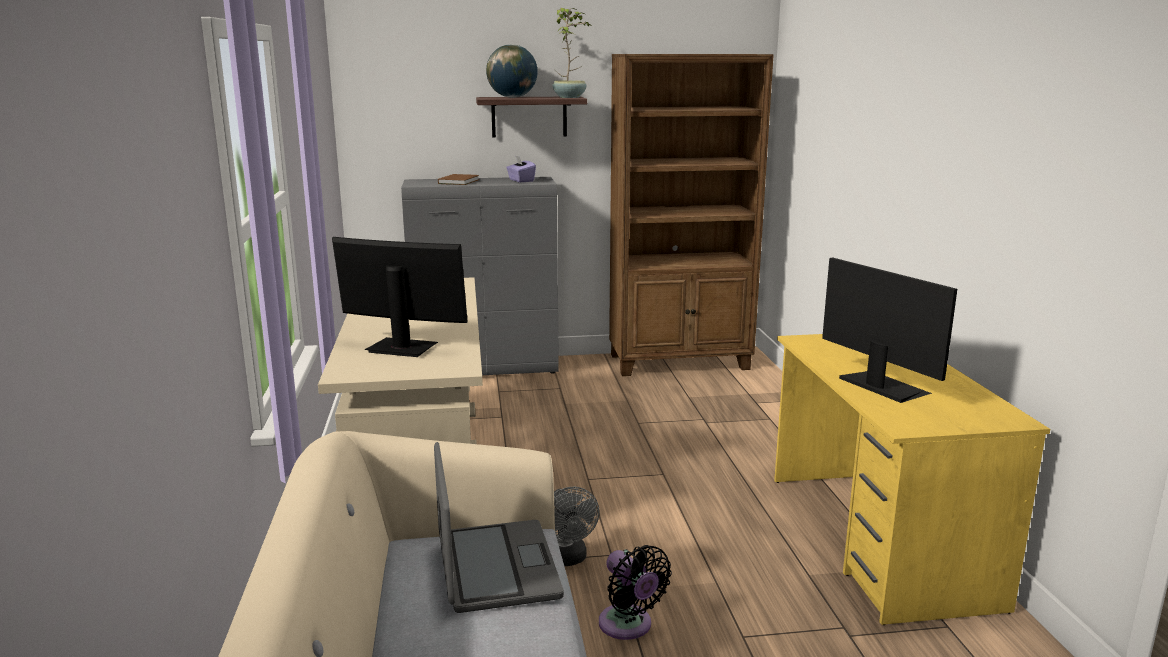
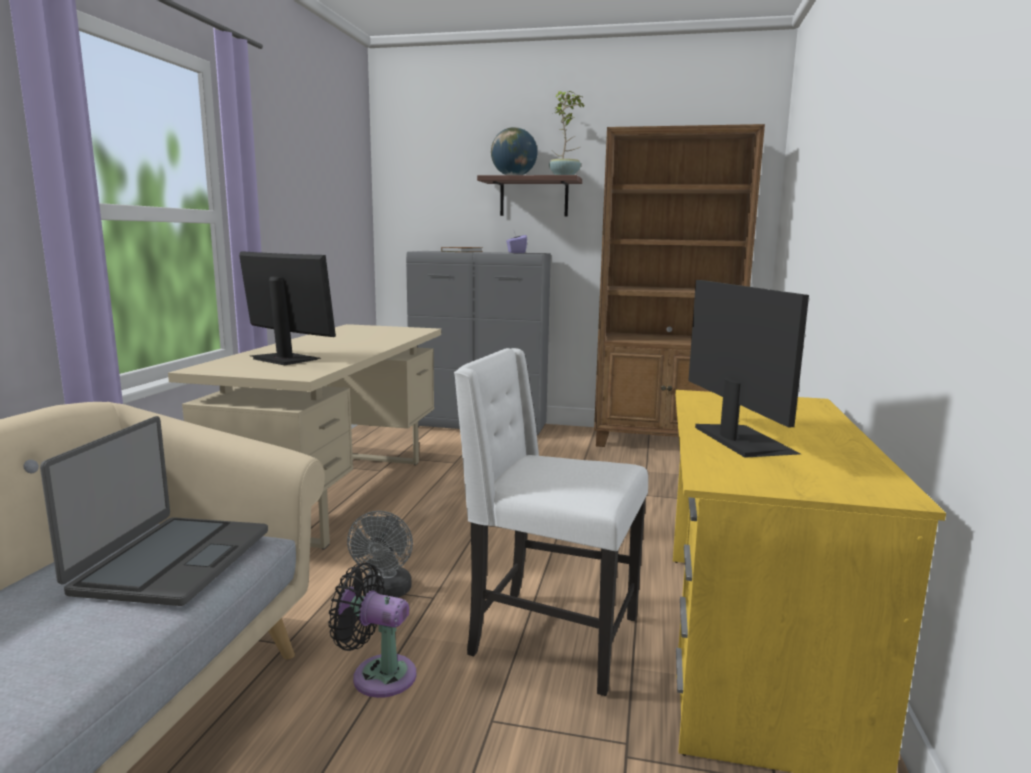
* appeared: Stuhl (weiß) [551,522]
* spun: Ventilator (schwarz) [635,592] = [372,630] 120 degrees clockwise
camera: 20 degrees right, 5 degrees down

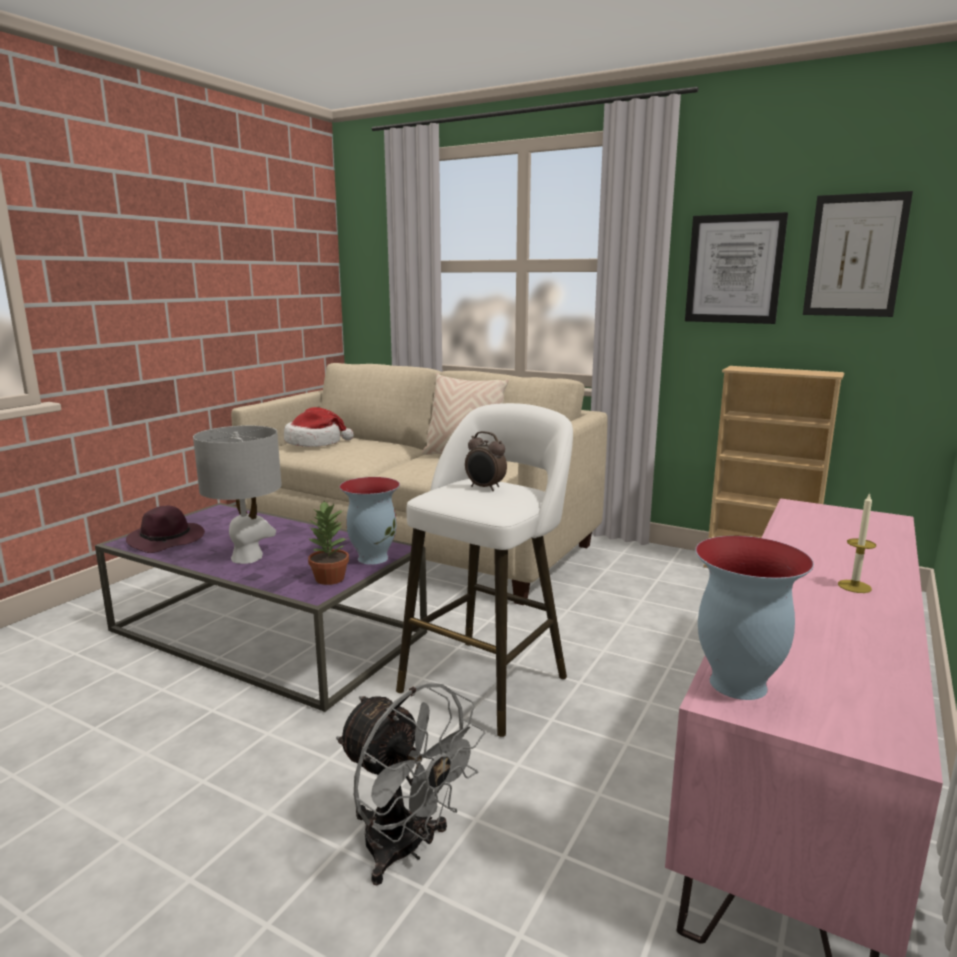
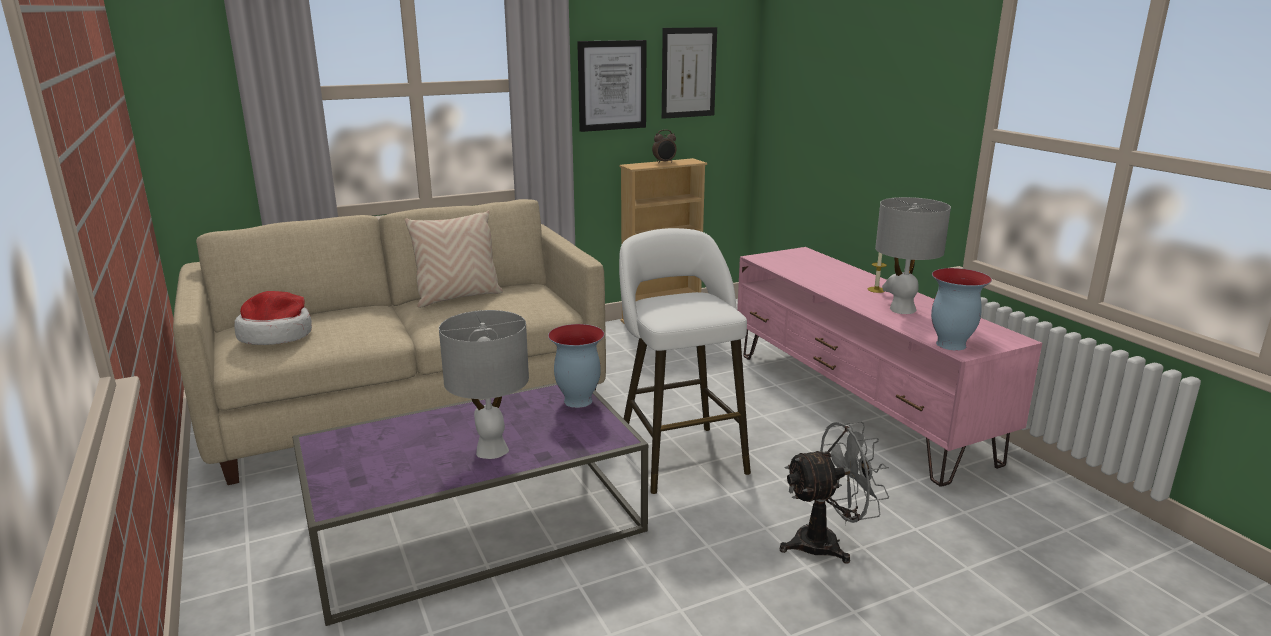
* missing: Hut (lila) [165,529]
* missing: Topfpflanze [328,543]
* appeared: Tischlampe (grau) [913,255]
* relocated: Wecker [486,461] to [664,146]
camera: 55 degrees left, 5 degrees up

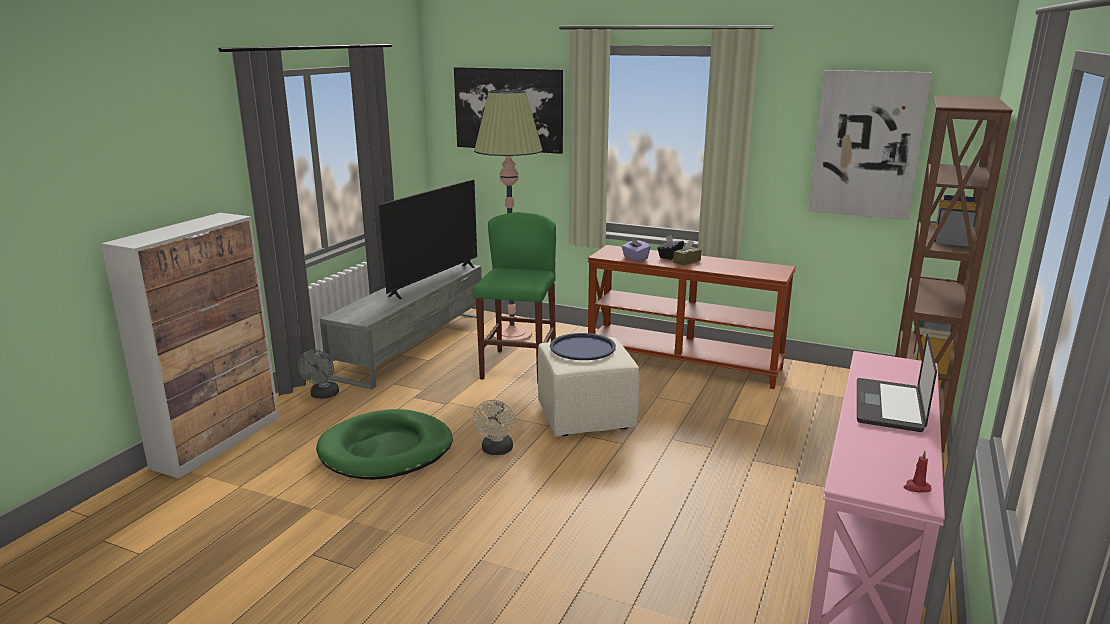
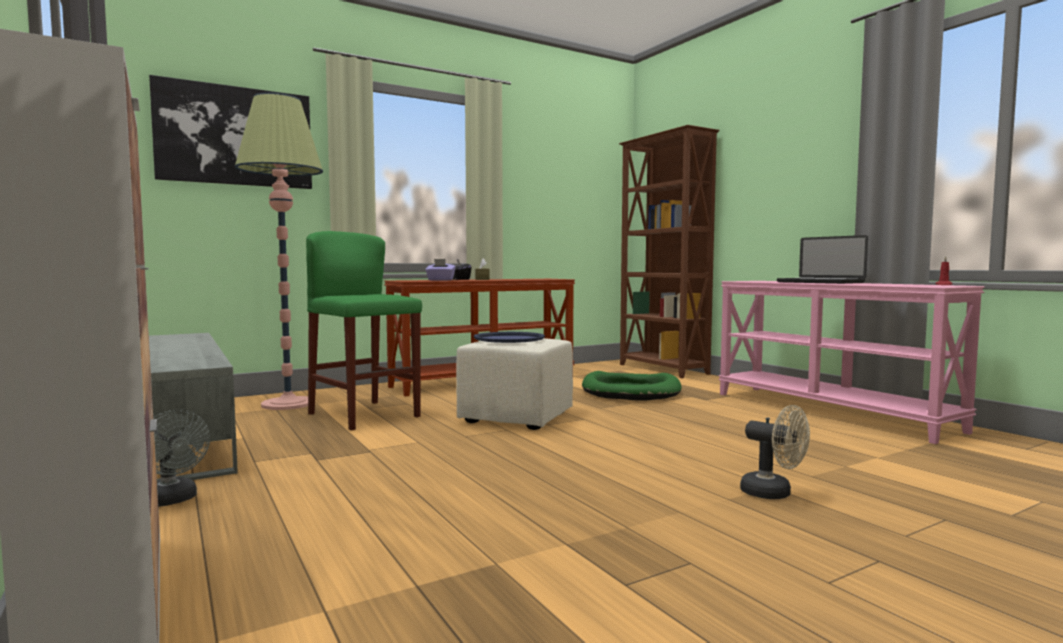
* missing: Fernseher [428,239]
* missing: Bild [870,145]
* relocated: Hundebett (grün) [384,444] to [632,386]
* relocated: Ventilator (beige) [494,427] to [775,452]
camera: 55 degrees left, 15 degrees down

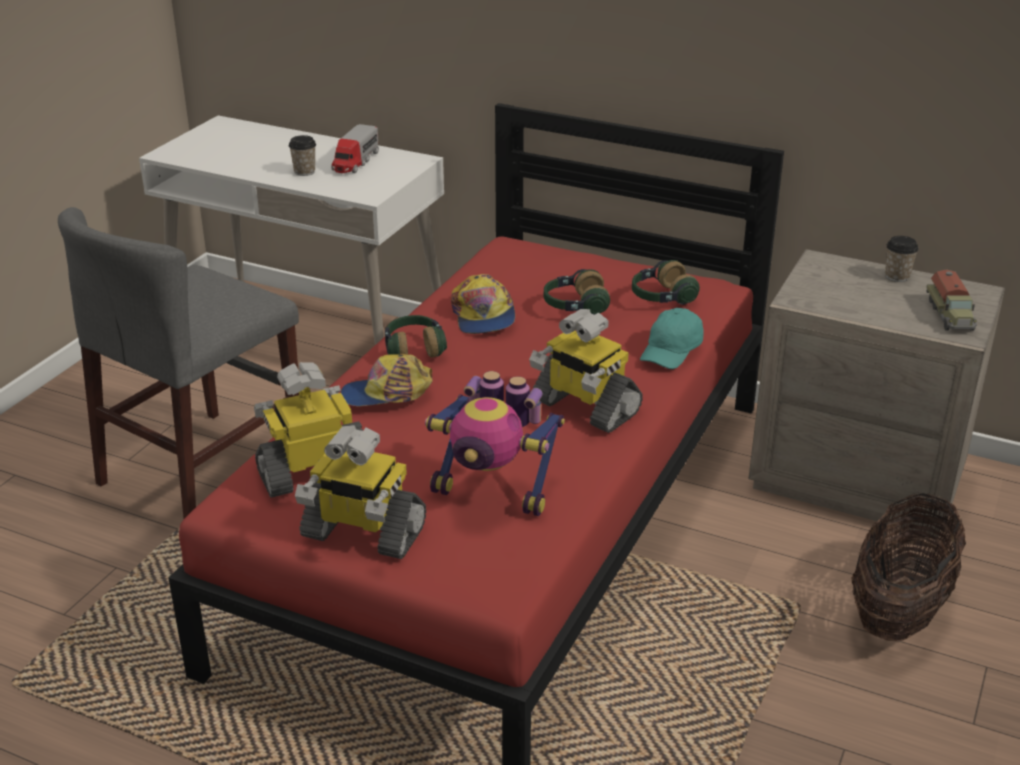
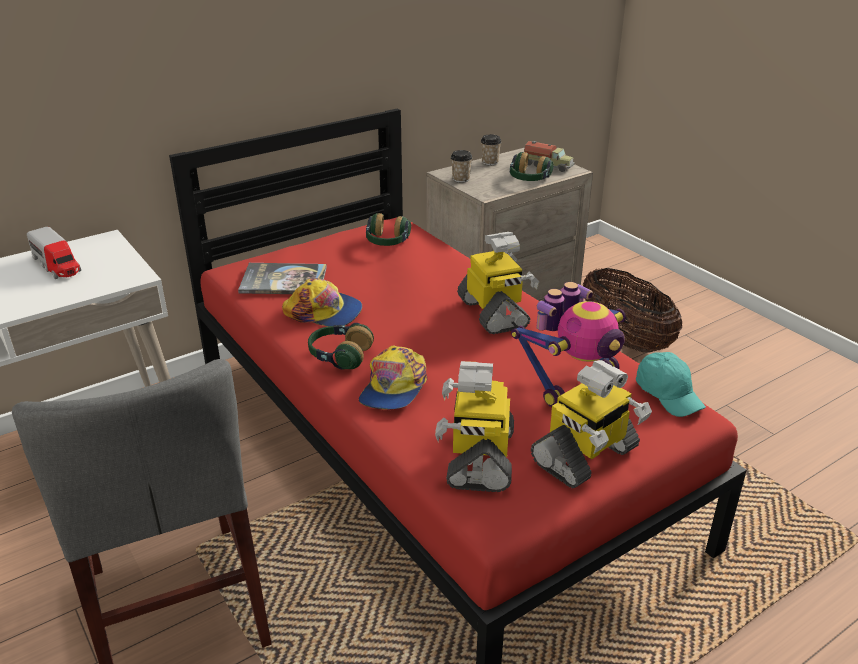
* appeared: Buch [282,278]
* relocated: Tasse [302,155] to [462,166]
* relocated: Kopfhörer [577,292] to [532,166]
* relocated: Kappe (türkis) [672,338] to [671,384]
* spun: Spielzeugroboter [586,371] = [498,283] 90 degrees counterclockwise
camera: 60 degrees left, 0 degrees up

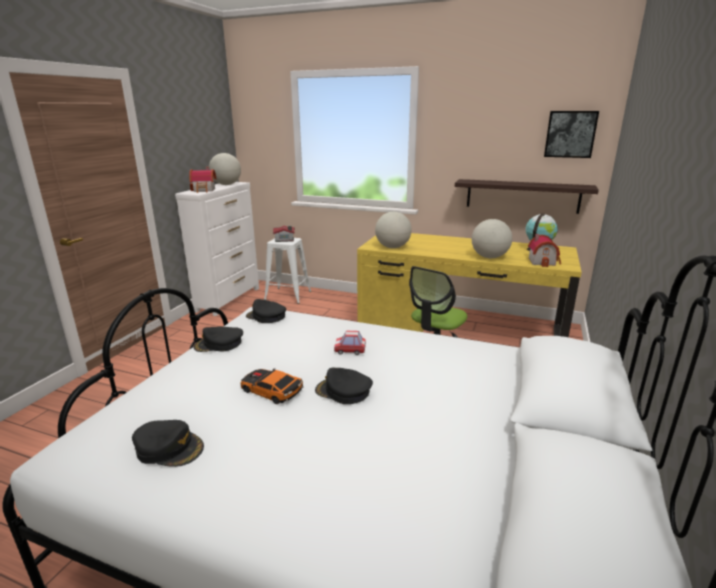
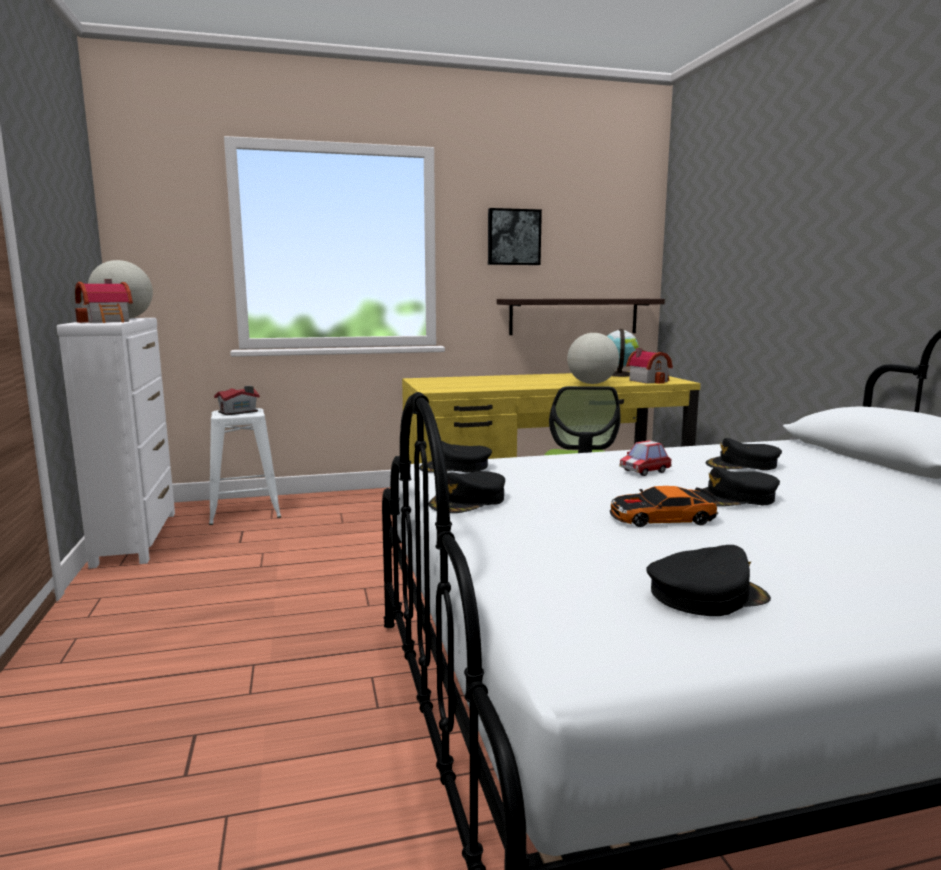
* missing: Globus [393,230]
* appeared: Kappe (schwarz) [744,454]
* relocated: Bild [571,134] to [515,236]
camera: 35 degrees left, 10 degrees down

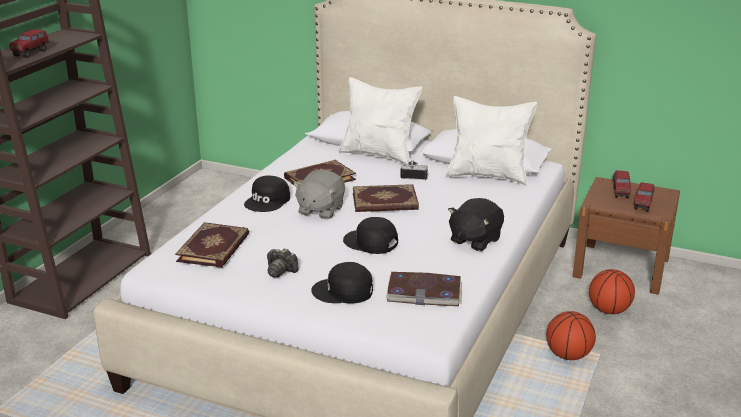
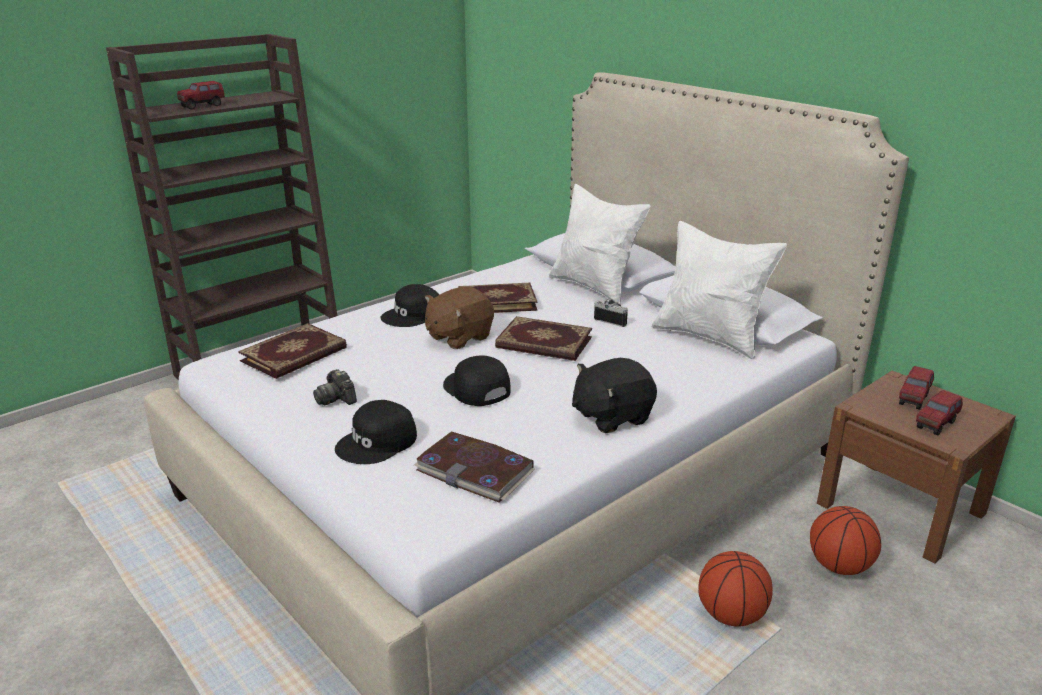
* colour: Plüschtier (grau) [319,194] to Plüschtier (braun) [459,317]
* spun: Kappe (schwarz) [342,283] = [376,432] 75 degrees counterclockwise
camera: 25 degrees right, 0 degrees up

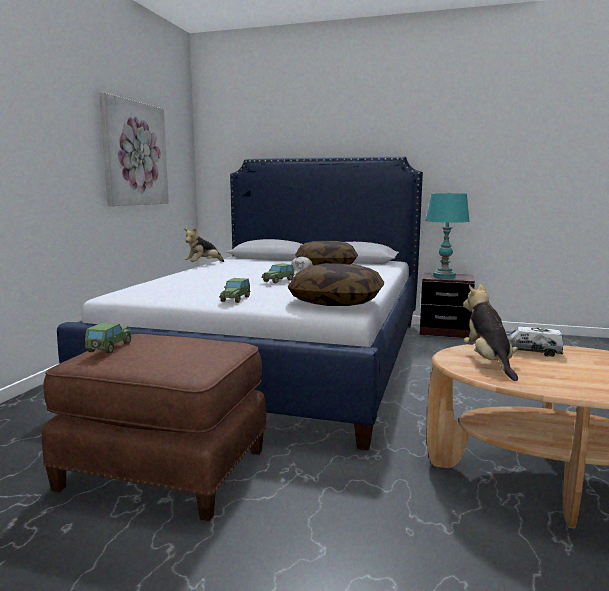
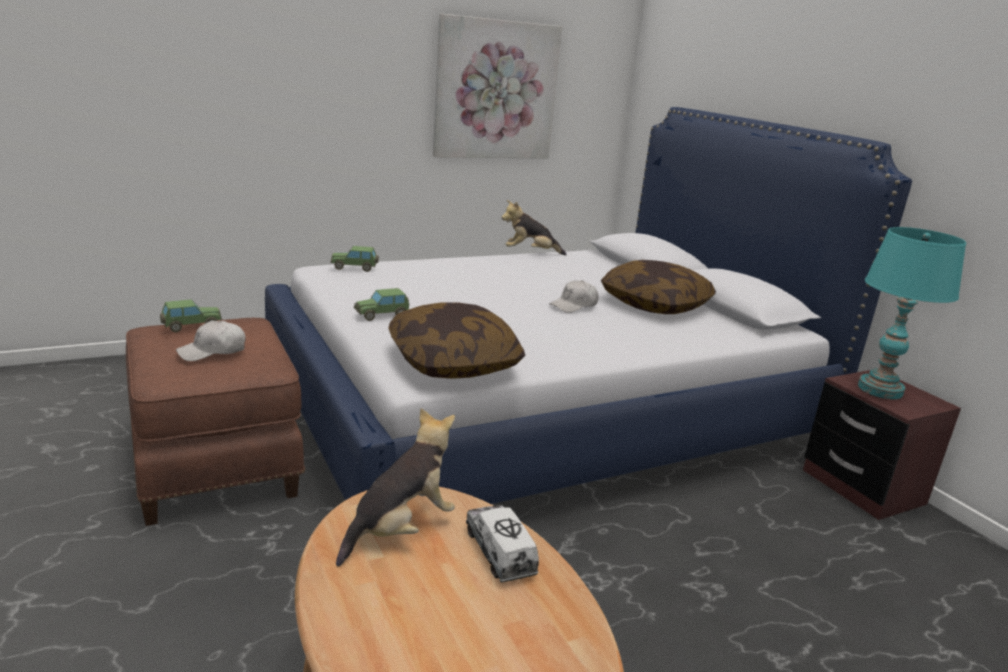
* appeared: Kappe (weiß) [210,341]
* relocated: Spielzeugauto [278,273] to [354,259]
camera: 45 degrees right, 10 degrees up

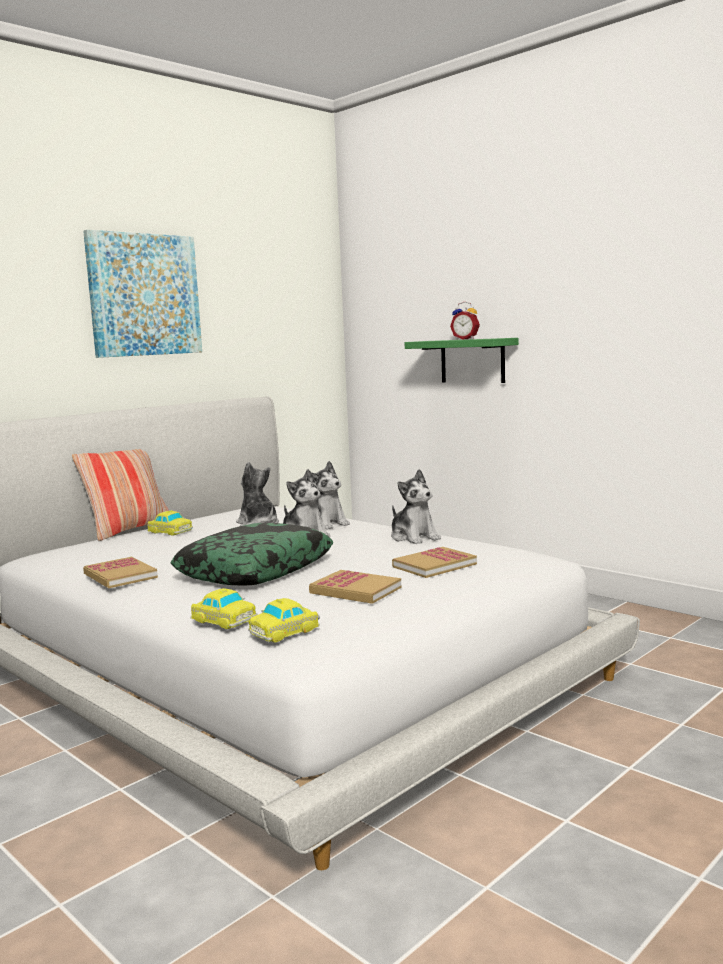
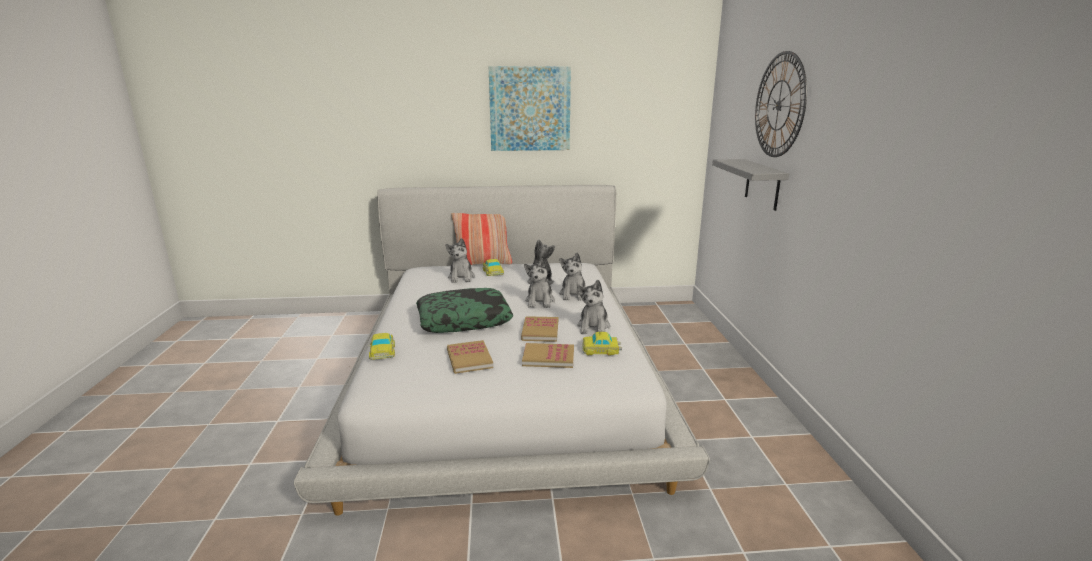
* missing: Wecker [465,320]
* appeared: Plüschtier [460,260]
* appeared: Wanduhr [781,104]
* relocated: Buch [120,572] to [539,329]
* relocated: Spielzeugauto [284,620] to [602,344]
* colour: Wandregal (grün) [462,360] to Wandregal (grau) [750,185]
camera: 40 degrees right, 10 degrees up

